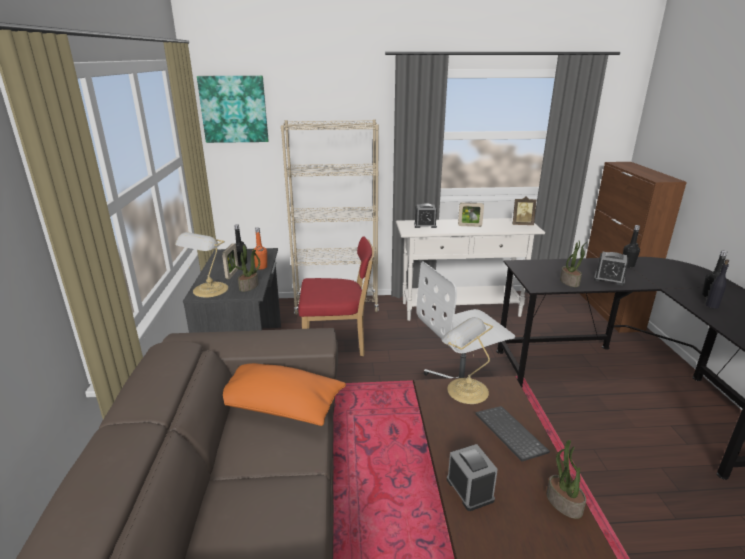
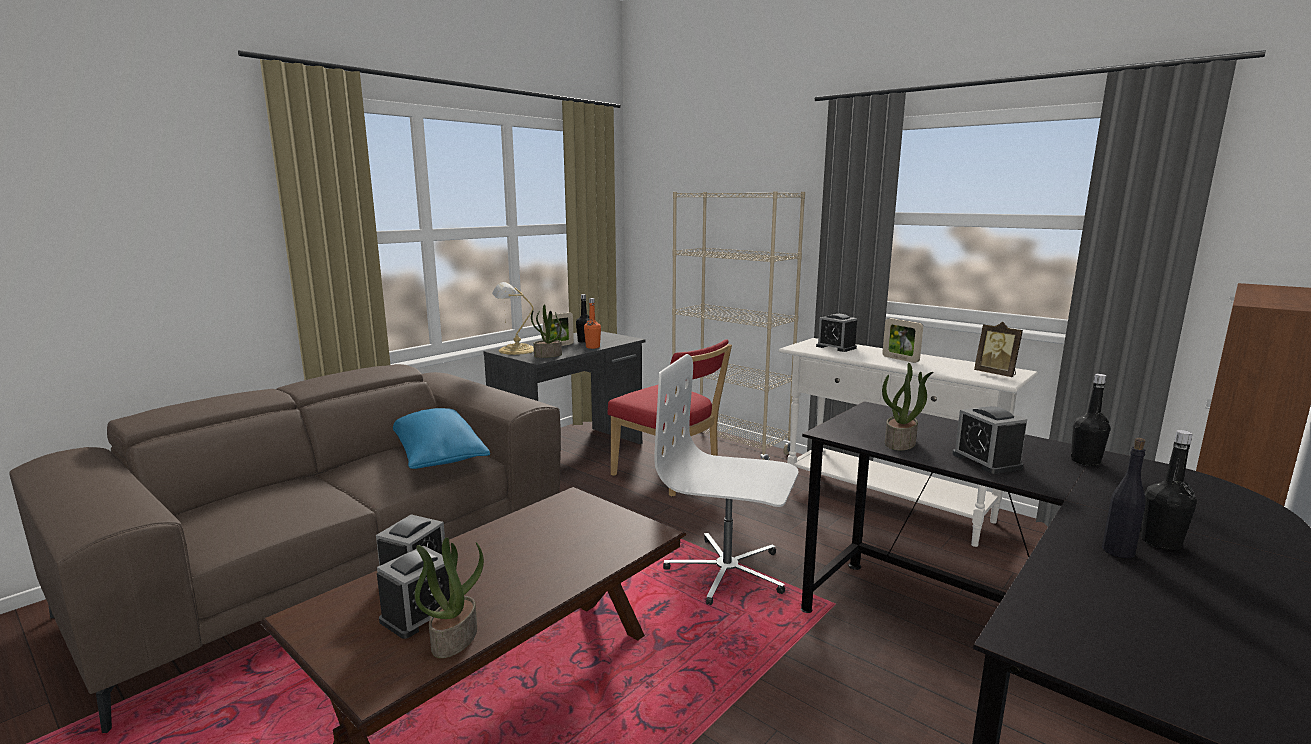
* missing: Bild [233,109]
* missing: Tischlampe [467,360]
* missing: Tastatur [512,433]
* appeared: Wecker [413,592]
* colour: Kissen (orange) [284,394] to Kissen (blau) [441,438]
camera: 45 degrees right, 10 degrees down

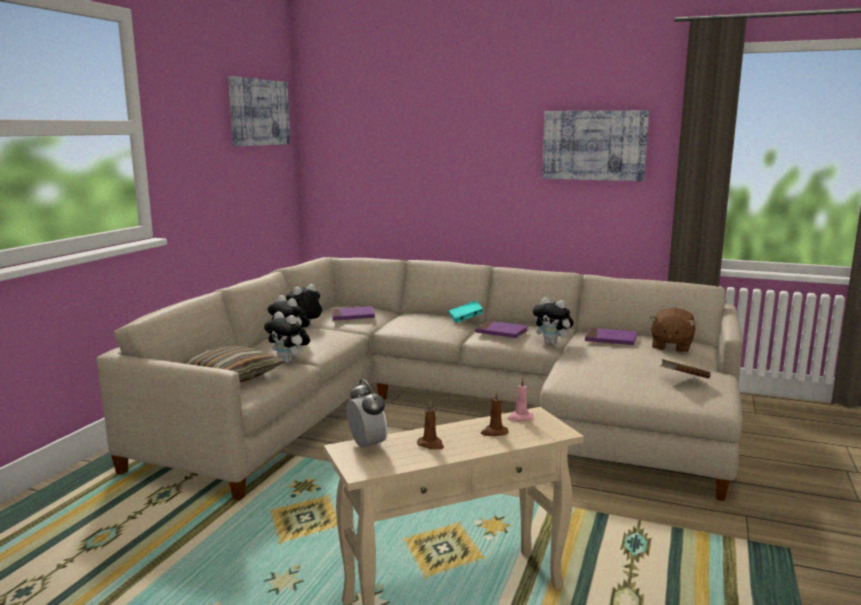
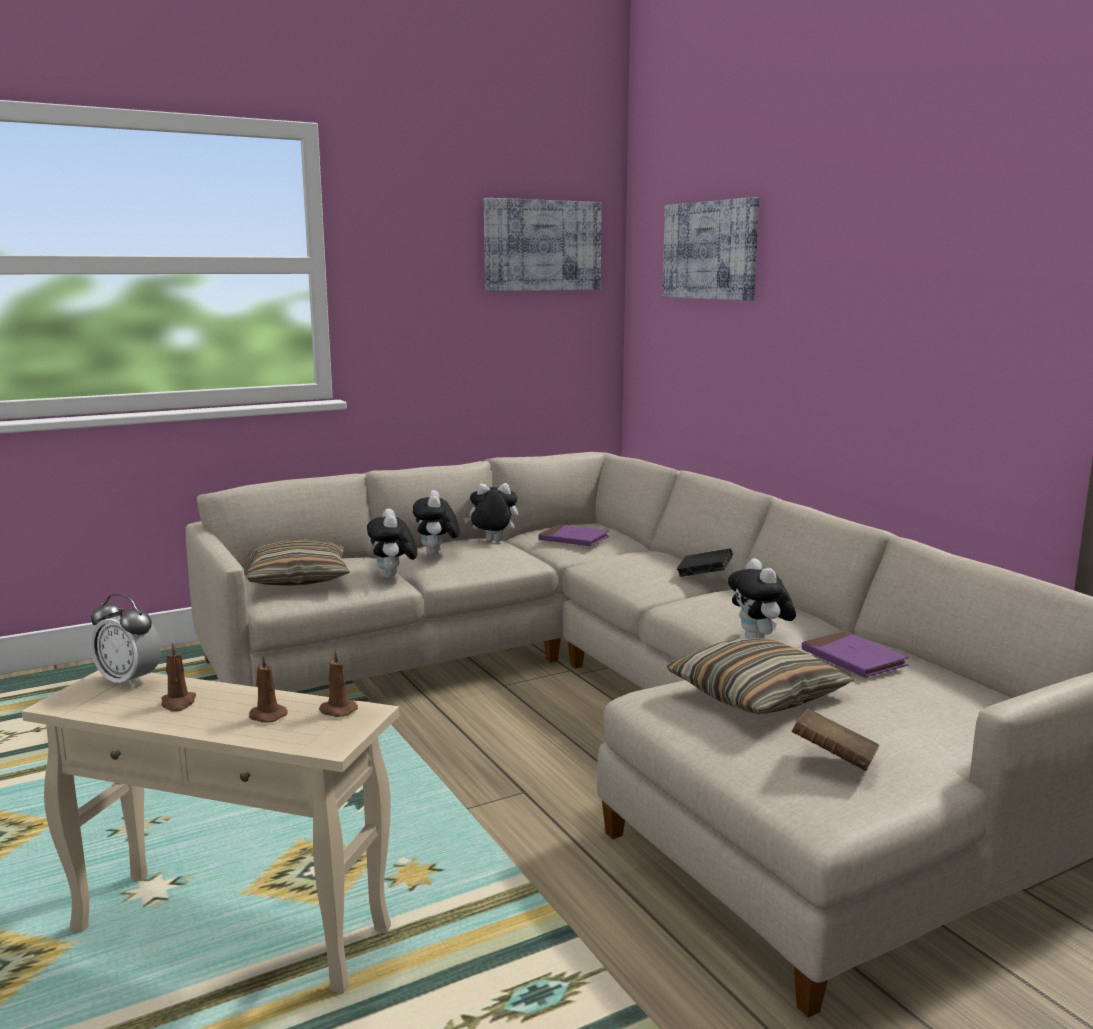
* missing: Buch (lila) [502,329]
* missing: Plüschtier (braun) [673,330]
* appeared: Kissen [760,676]
* relocated: Bild [595,145] to [710,249]
* colour: Buch (türkis) [466,312] to Buch (schwarz) [705,562]
* colour: Kerze (rosa) [521,399] to Kerze (braun) [338,683]
* spun: Wecker [367,414] = [125,641] 105 degrees clockwise
camera: 40 degrees right, 0 degrees up

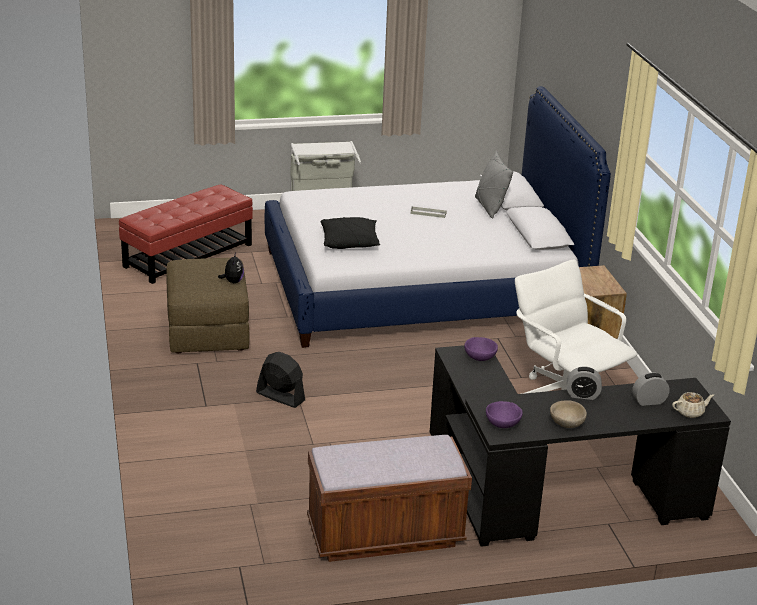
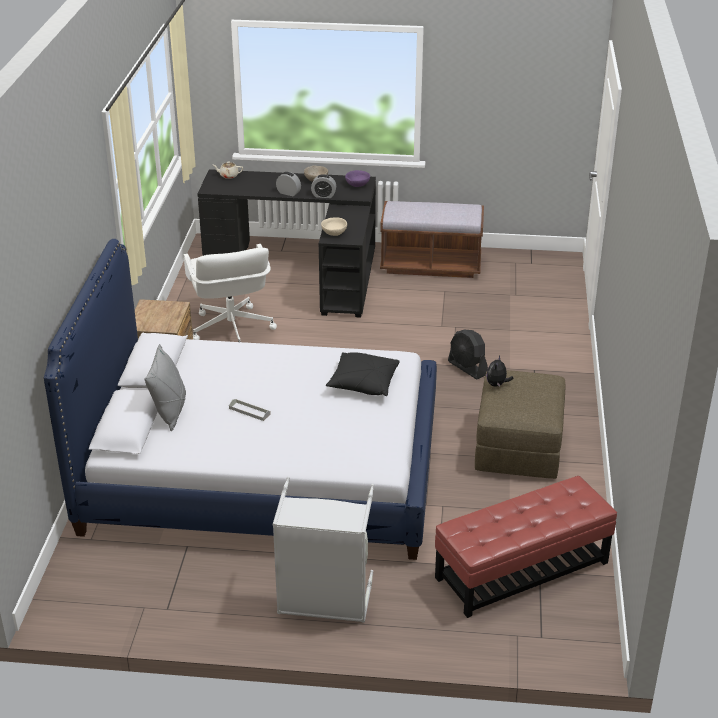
* relocated: Wecker [651,389] to [323,186]
* colour: Schüssel (lila) [481,349] to Schüssel (beige) [334,226]
camera: 160 degrees left, 5 degrees up

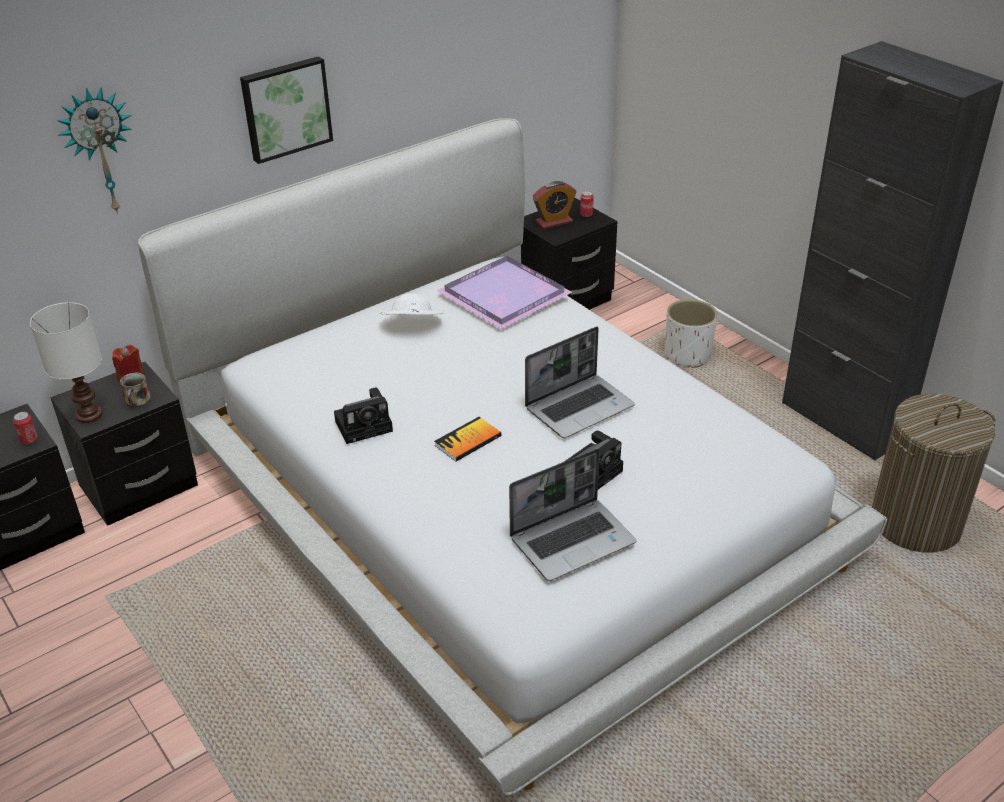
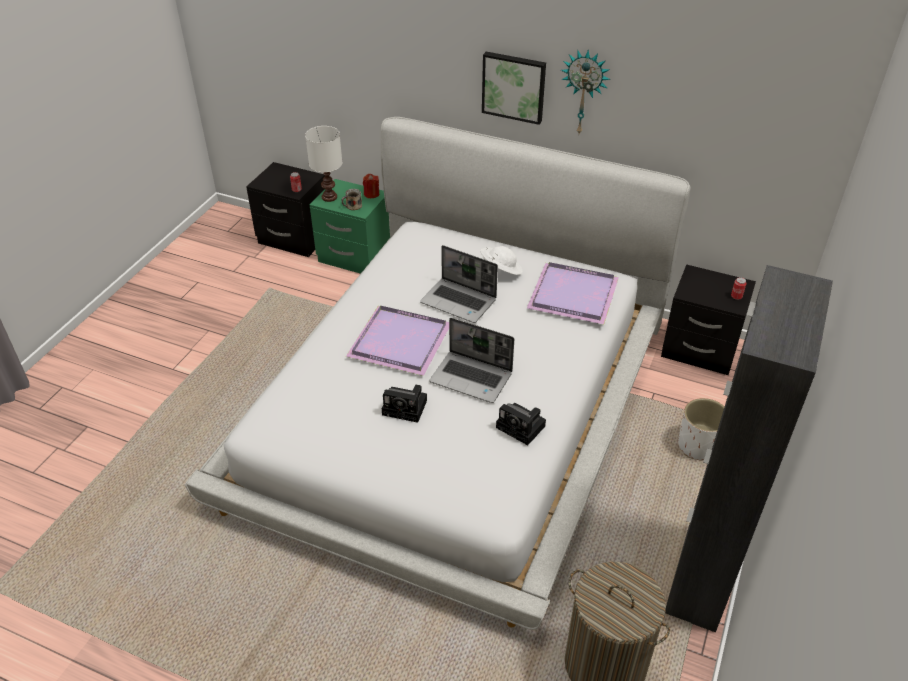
* missing: Wecker [554,205]
* relocated: Wanduhr [94,150] to [586,92]
* relocated: Kamera [363,415] to [521,424]
* relocated: Laptop [572,514] to [459,284]
* exchanged: Buch [468,439] to Tablett (lila) [397,341]
* colour: Nachttisch (schwarz) [124,444] to Nachttisch (grün) [350,226]
camera: 60 degrees right, 5 degrees up

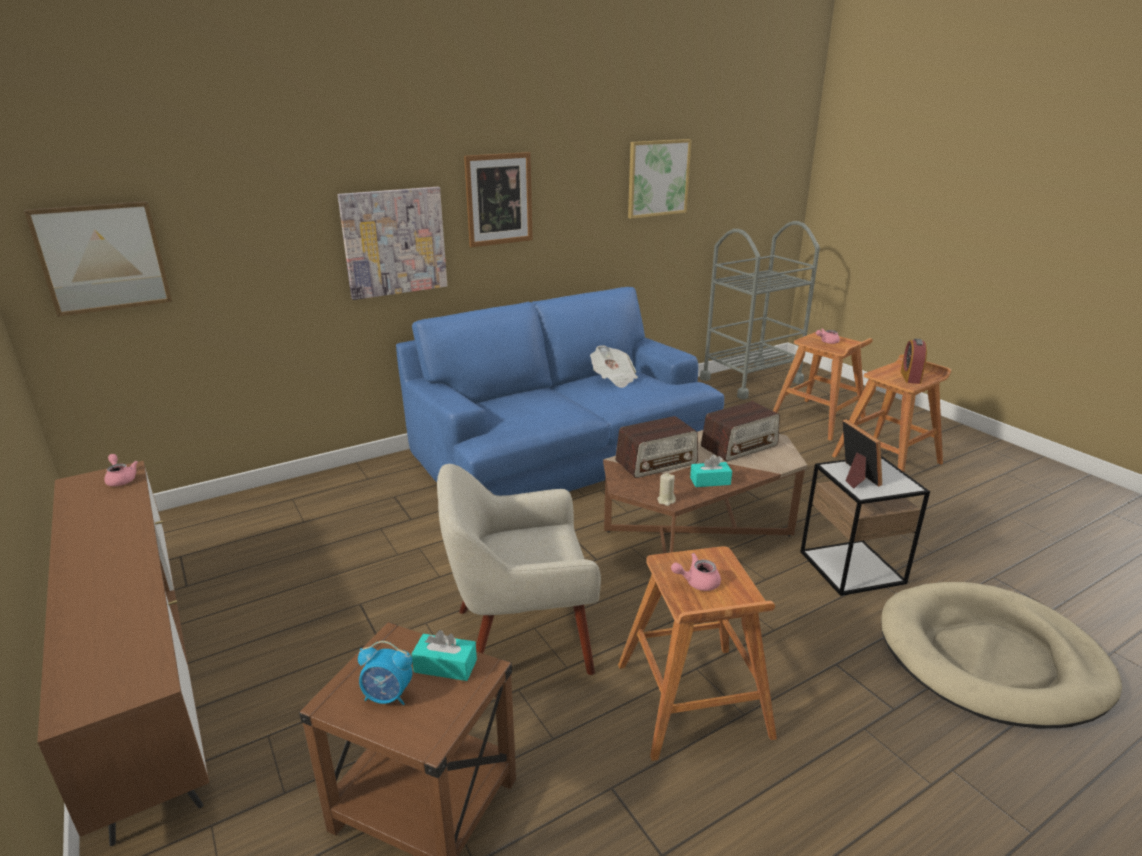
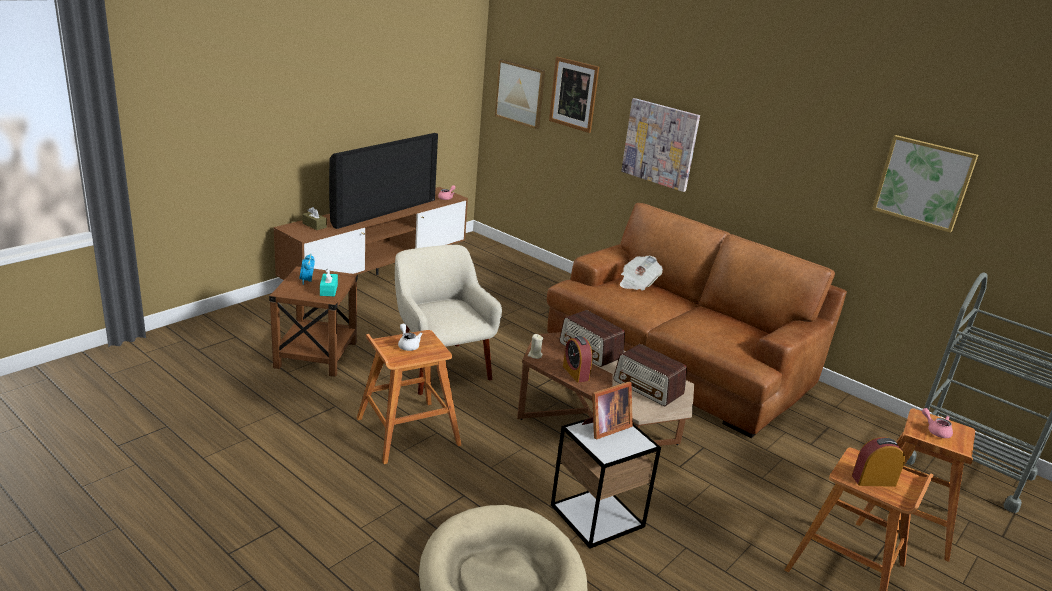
* appeared: Taschentuchbox (braun) [314,218]
* appeared: Fernseher [383,181]
* relocated: Bild [498,199] to [574,95]
* relocated: Zeitung [614,366] to [641,273]
* exchanged: Taschentuchbox (türkis) [711,470] to Wecker [578,359]
* colour: Sofa (blau) [560,391] to Sofa (braun) [697,320]
* colour: Teekanne (rosa) [696,572] to Teekanne (weiß) [410,337]
camera: 70 degrees right, 0 degrees up

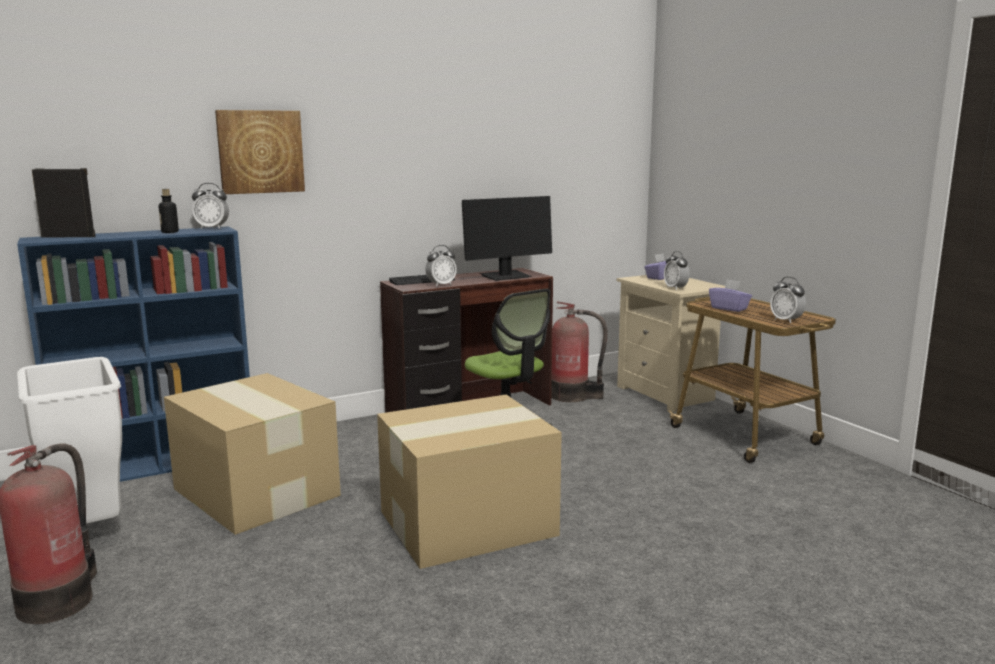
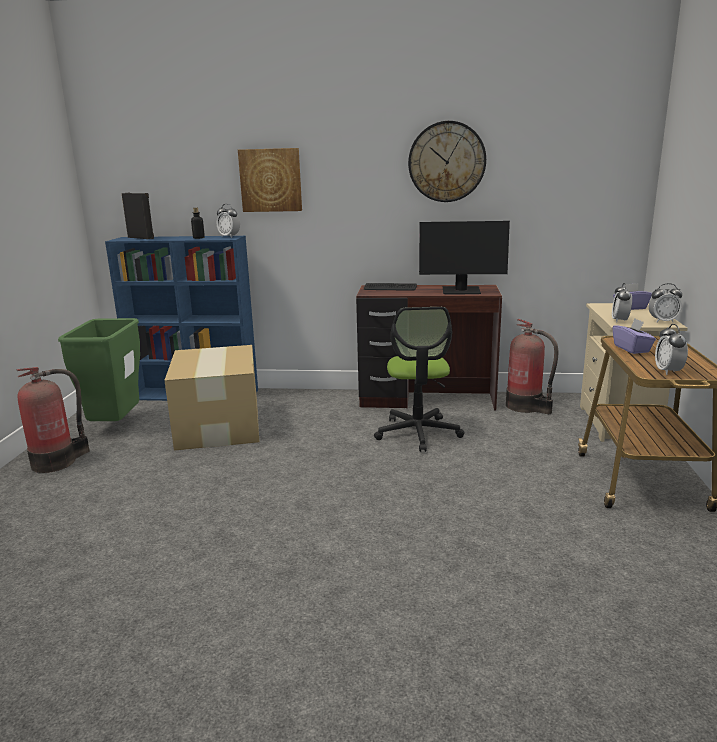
* missing: Karton [469,481]
* appeared: Wanduhr [447,161]
* relocated: Wecker [441,266] to [665,303]
* colour: Mülleimer (weiß) [69,440] to Mülleimer (grün) [99,372]
camera: 35 degrees right, 5 degrees up

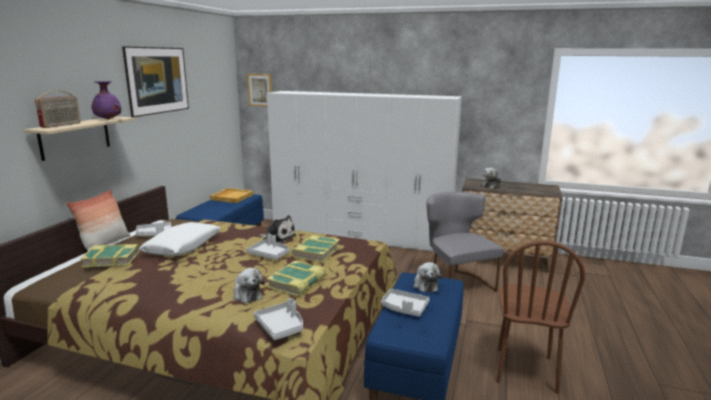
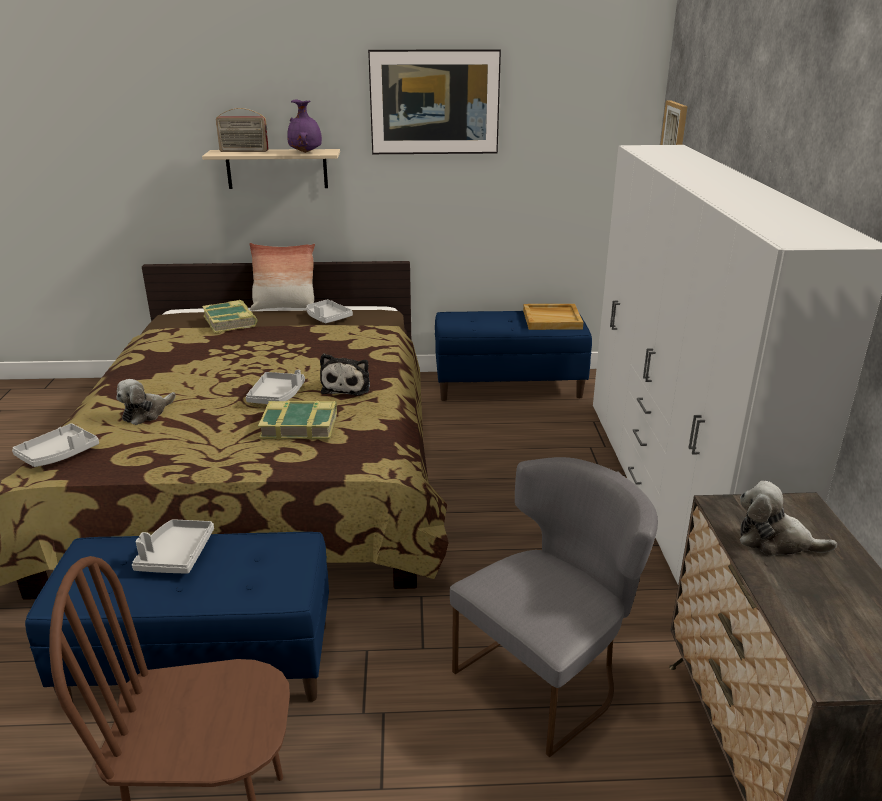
* missing: Kissen (weiß) [180,239]
* missing: Buch [296,279]
* missing: Plüschtier [427,277]
camera: 70 degrees right, 10 degrees up

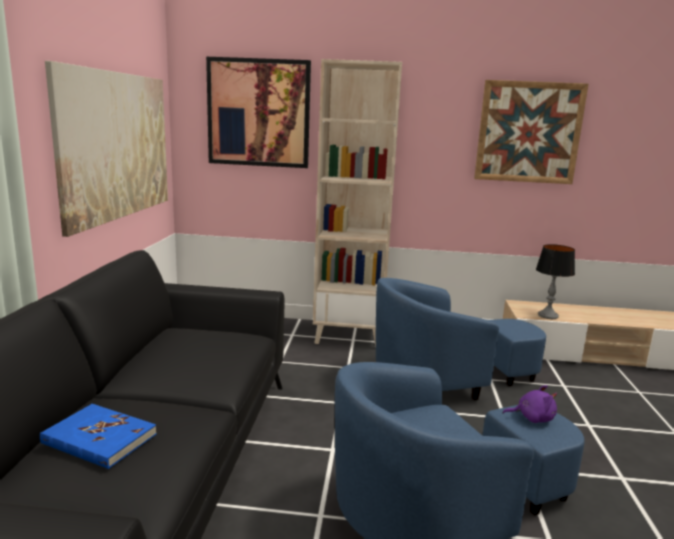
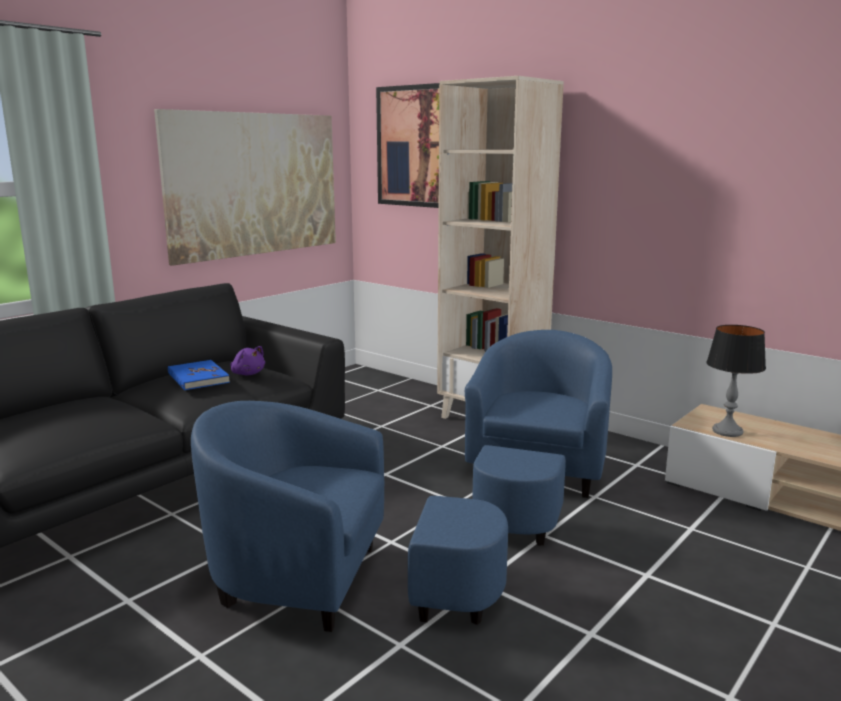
* missing: Bild [531,132]
* relocated: Buch (blau) [98,436] to [199,375]
* relocated: Plüschtier (lila) [530,404] to [247,360]
* spun: Sessel (blau) [461,339] = [538,438] 90 degrees clockwise
camera: 35 degrees right, 0 degrees up

